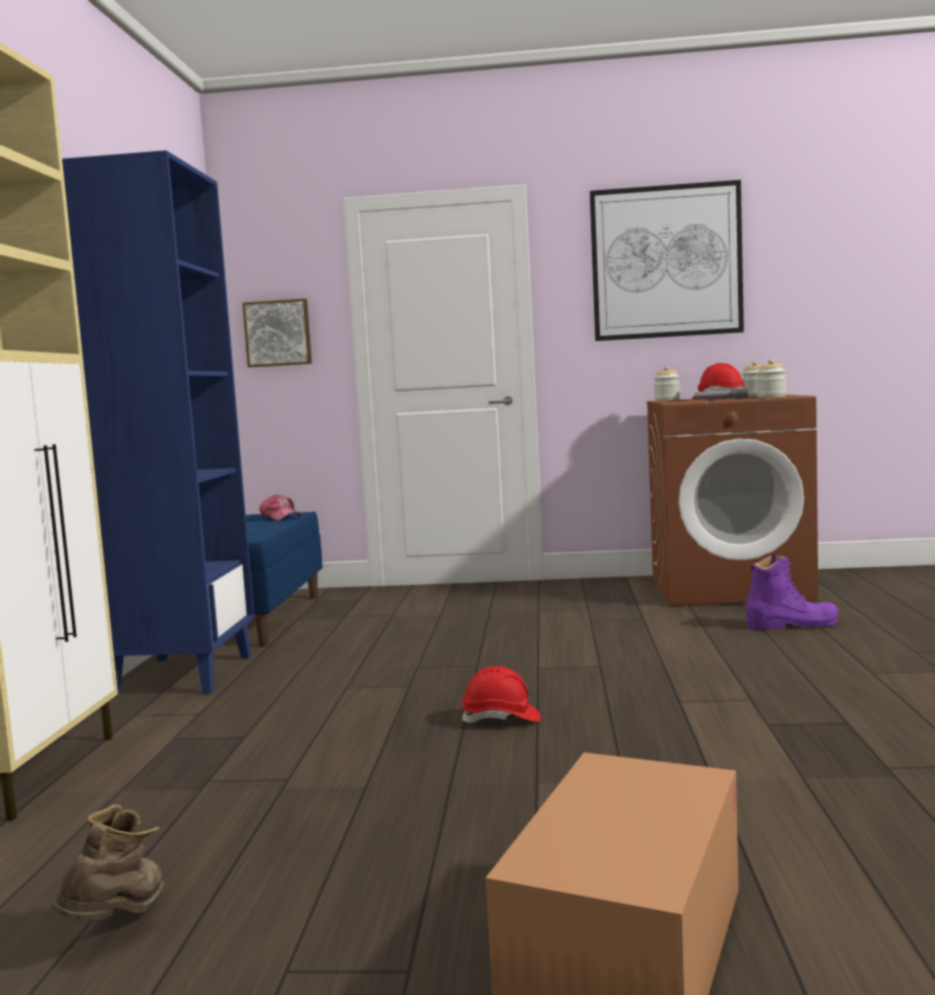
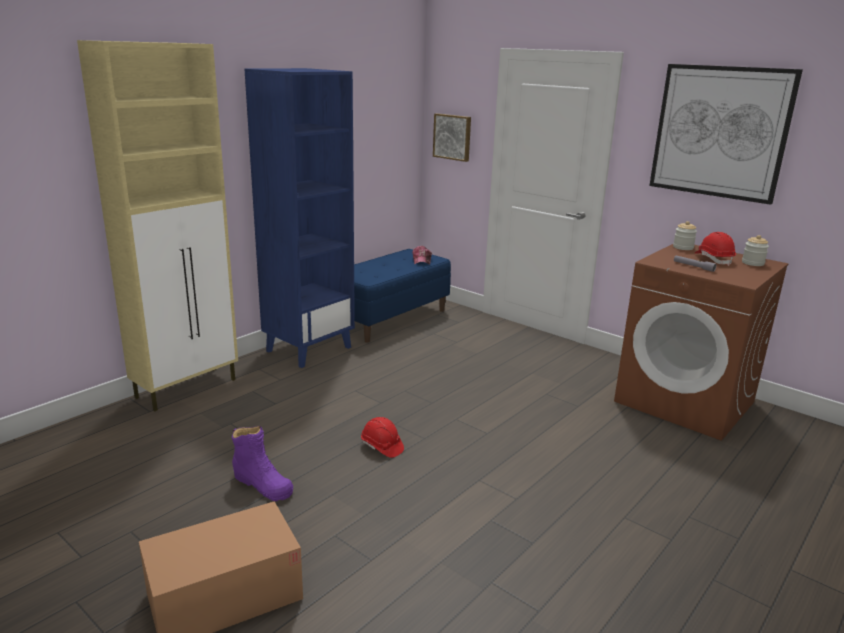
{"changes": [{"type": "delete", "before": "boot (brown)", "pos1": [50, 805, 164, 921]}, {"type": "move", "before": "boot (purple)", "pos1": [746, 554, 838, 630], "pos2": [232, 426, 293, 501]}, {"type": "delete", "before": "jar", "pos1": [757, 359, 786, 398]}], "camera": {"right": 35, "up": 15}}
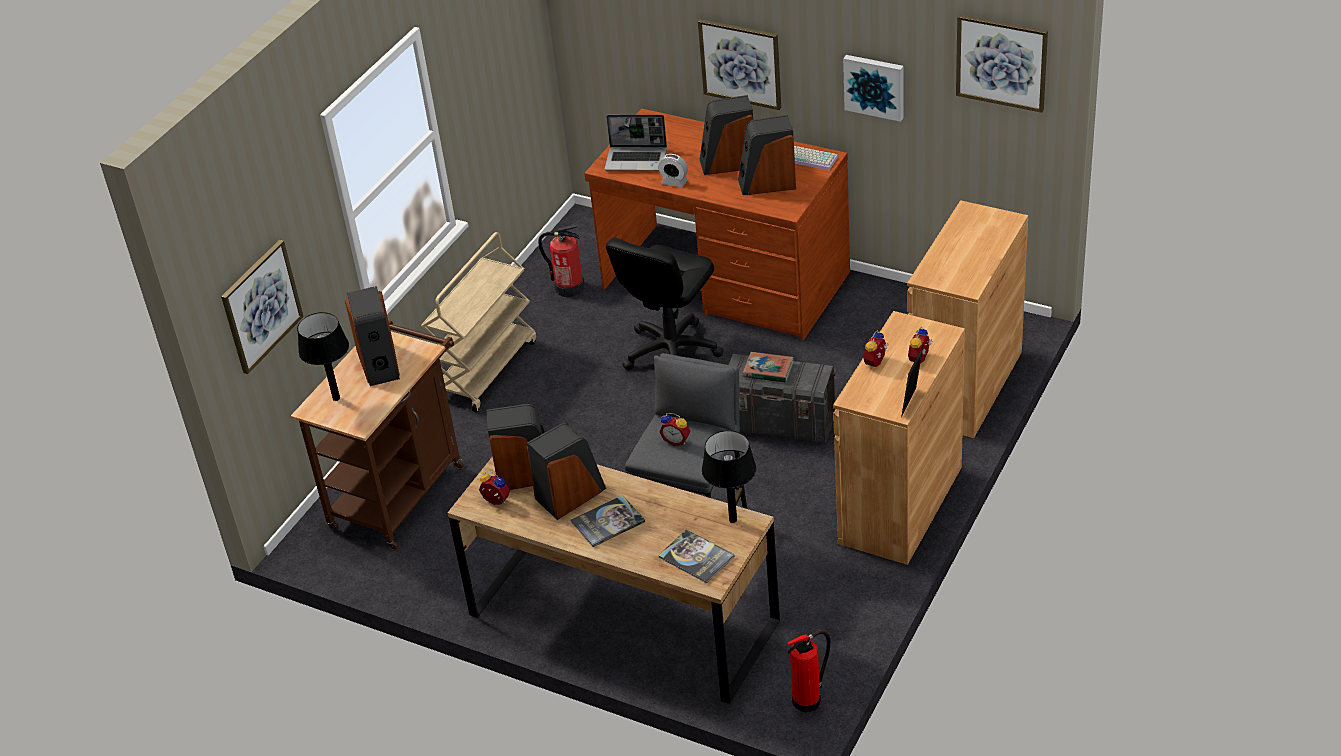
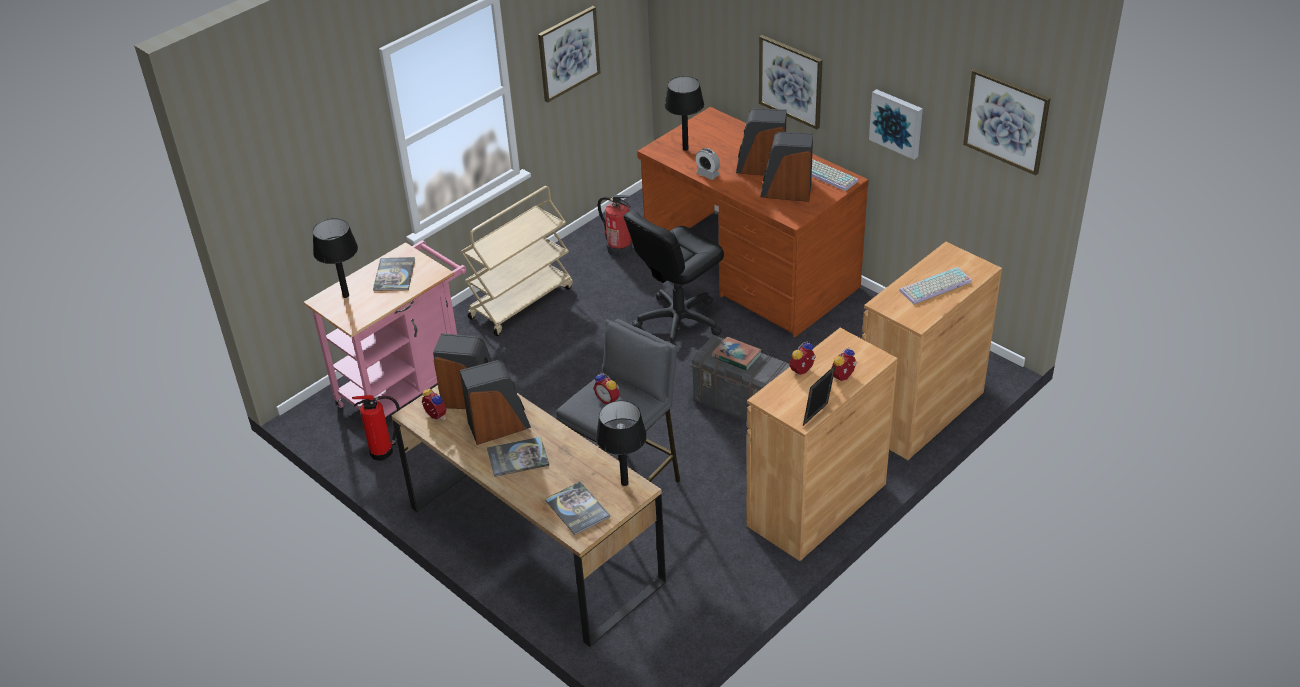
{"changes": [{"type": "move", "before": "picture", "pos1": [221, 240, 304, 374], "pos2": [538, 6, 601, 103]}, {"type": "recolor", "before": "cart (brown)", "after": "cart (pink)", "pos1": [291, 320, 464, 550], "pos2": [304, 240, 466, 417]}, {"type": "replace", "before": "speaker", "after": "book", "pos1": [345, 286, 400, 386], "pos2": [373, 257, 415, 291]}, {"type": "replace", "before": "laptop", "after": "table lamp (black)", "pos1": [604, 115, 667, 171], "pos2": [664, 76, 704, 151]}, {"type": "move", "before": "fire extinguisher", "pos1": [787, 630, 831, 712], "pos2": [352, 395, 400, 461]}, {"type": "insert", "after": "keyboard", "pos2": [899, 267, 972, 305]}], "camera": {"right": 15, "up": 0}}
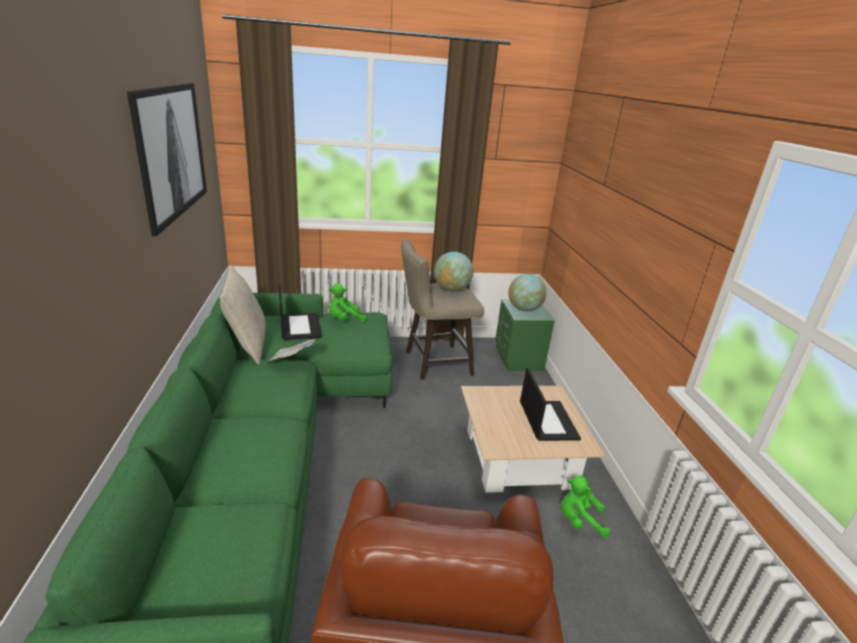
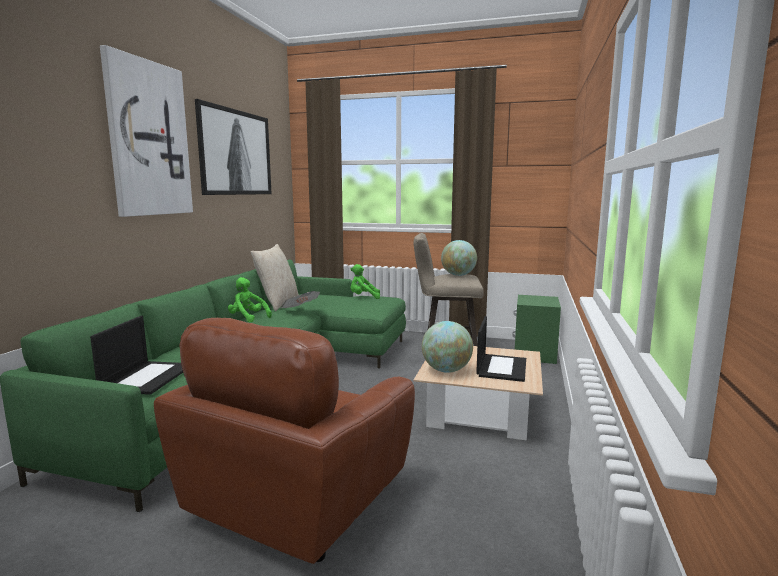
{"changes": [{"type": "move", "before": "laptop", "pos1": [279, 283, 322, 340], "pos2": [90, 316, 183, 395]}, {"type": "move", "before": "globe", "pos1": [508, 274, 546, 311], "pos2": [422, 321, 473, 373]}, {"type": "move", "before": "plush toy (green)", "pos1": [561, 476, 610, 538], "pos2": [228, 277, 272, 322]}, {"type": "insert", "after": "picture", "pos2": [100, 45, 193, 217]}], "camera": {"right": 25, "up": -15}}
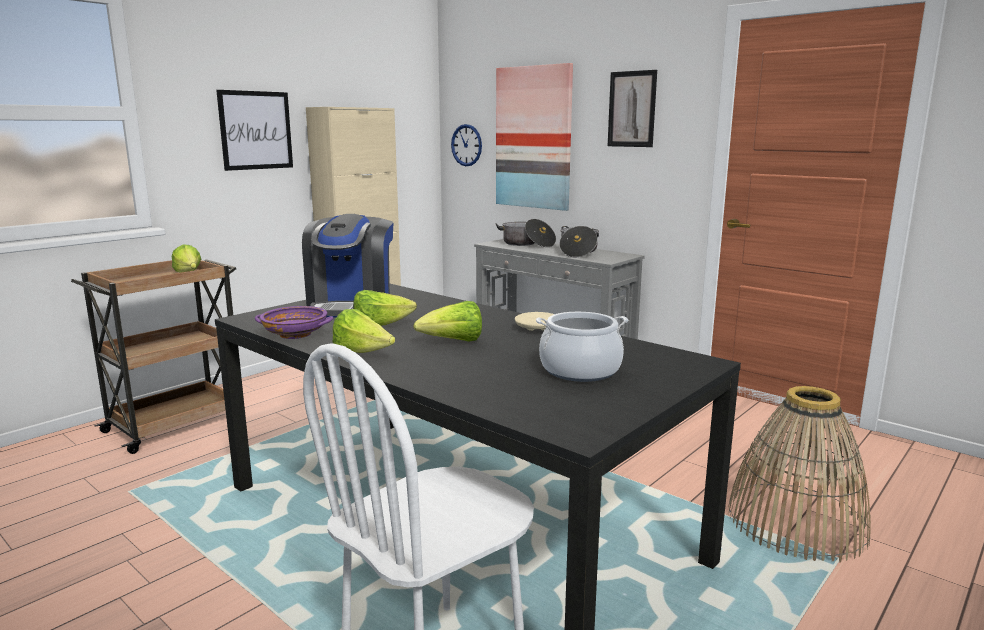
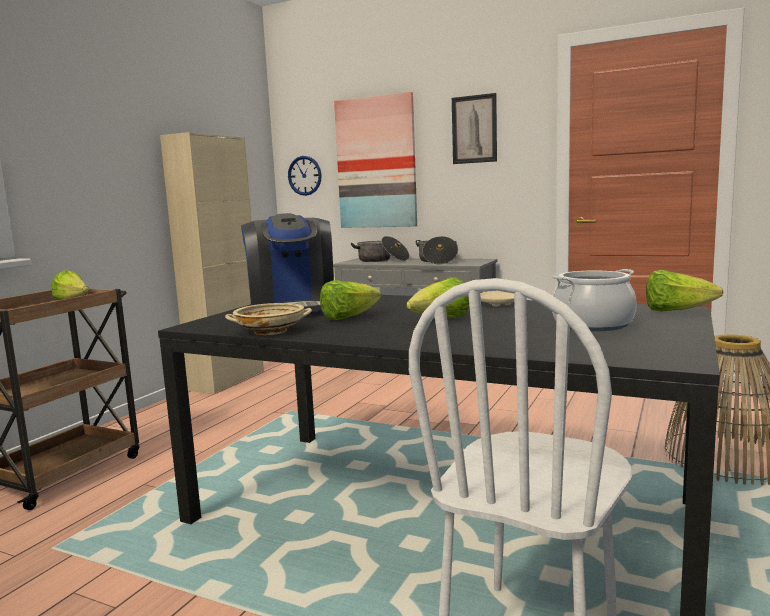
{"changes": [{"type": "delete", "before": "picture", "pos1": [216, 90, 293, 171]}, {"type": "recolor", "before": "bowl (purple)", "after": "bowl (beige)", "pos1": [255, 306, 333, 339], "pos2": [225, 303, 312, 335]}, {"type": "move", "before": "lettuce", "pos1": [332, 309, 395, 353], "pos2": [646, 270, 723, 312]}], "camera": {"right": -15, "up": -5}}
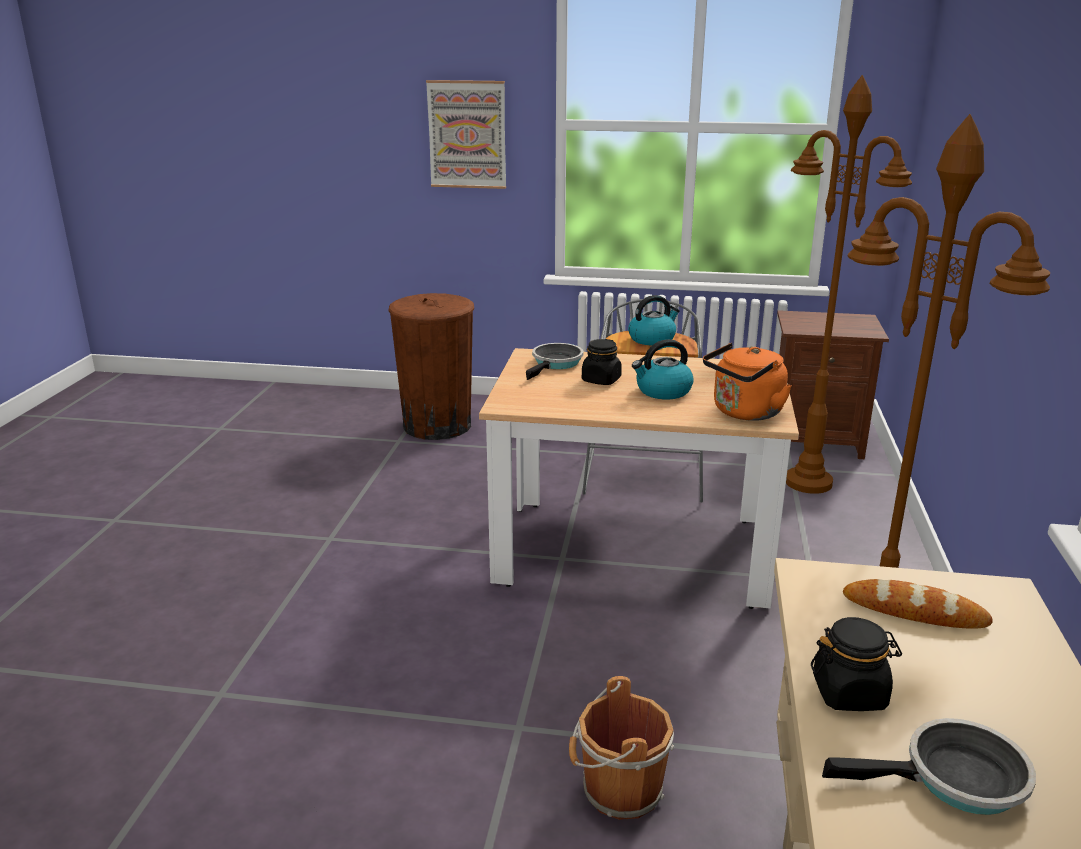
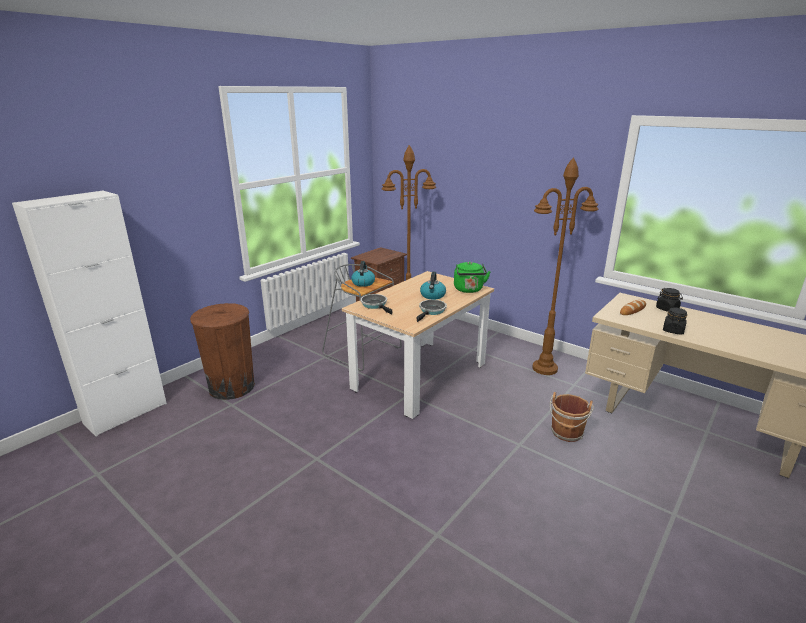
{"changes": [{"type": "delete", "before": "picture", "pos1": [426, 80, 506, 189]}, {"type": "move", "before": "jar (black)", "pos1": [582, 339, 622, 385], "pos2": [656, 288, 683, 312]}, {"type": "recolor", "before": "kettle (orange)", "after": "kettle (green)", "pos1": [703, 343, 792, 421], "pos2": [454, 262, 491, 293]}, {"type": "move", "before": "frying pan", "pos1": [822, 718, 1036, 815], "pos2": [417, 300, 447, 322]}, {"type": "insert", "after": "cabinet (white)", "pos2": [12, 191, 167, 437]}], "camera": {"right": -60, "up": 0}}
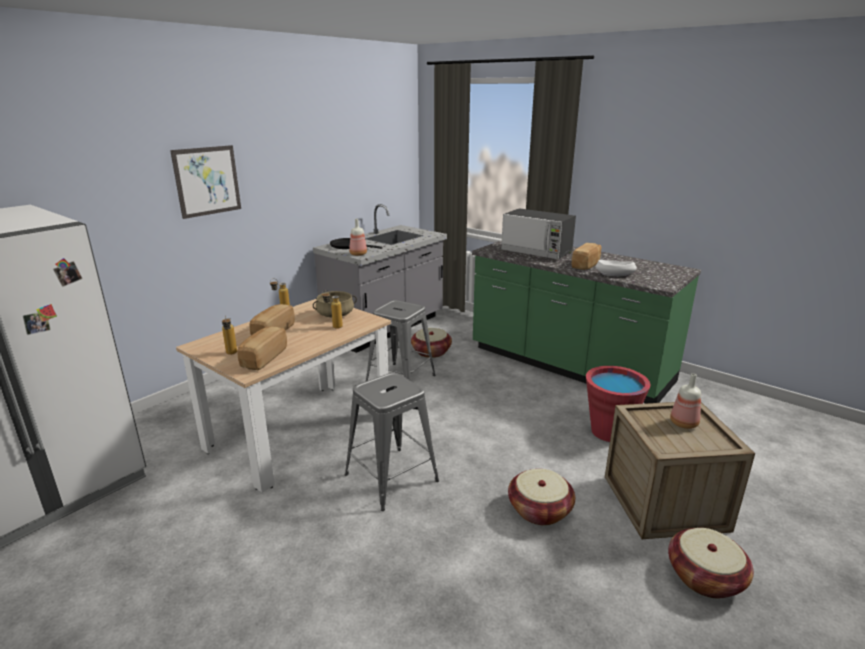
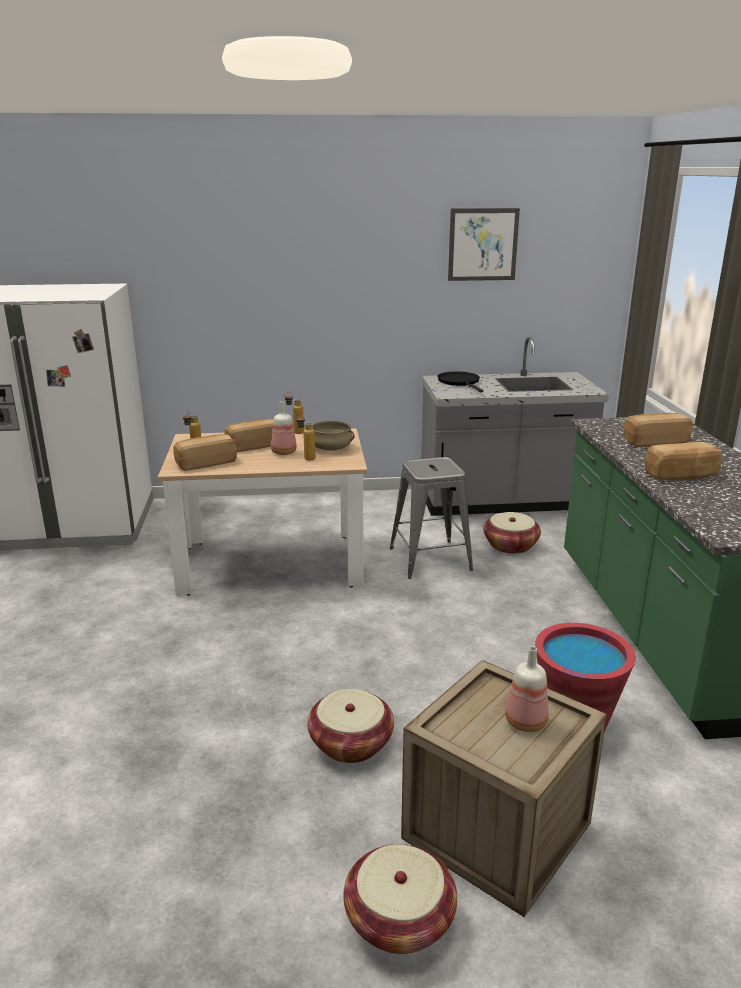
{"changes": [{"type": "move", "before": "picture", "pos1": [170, 145, 241, 219], "pos2": [448, 208, 520, 281]}, {"type": "delete", "before": "stool (grey)", "pos1": [345, 372, 439, 511]}, {"type": "move", "before": "bottle", "pos1": [349, 218, 367, 256], "pos2": [271, 401, 297, 455]}, {"type": "replace", "before": "microwave", "after": "bread", "pos1": [501, 208, 576, 259], "pos2": [623, 413, 693, 447]}, {"type": "delete", "before": "bowl (white)", "pos1": [596, 260, 637, 276]}], "camera": {"right": 45, "up": 0}}
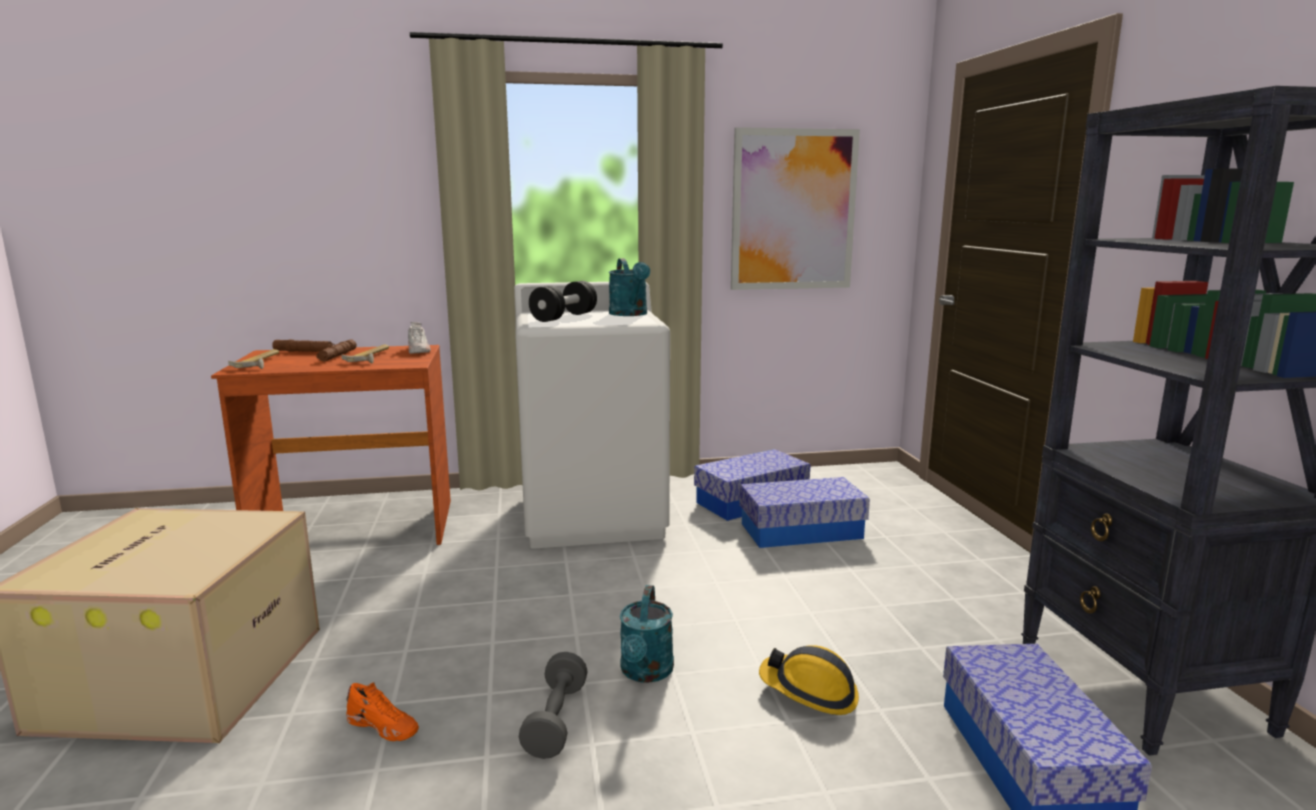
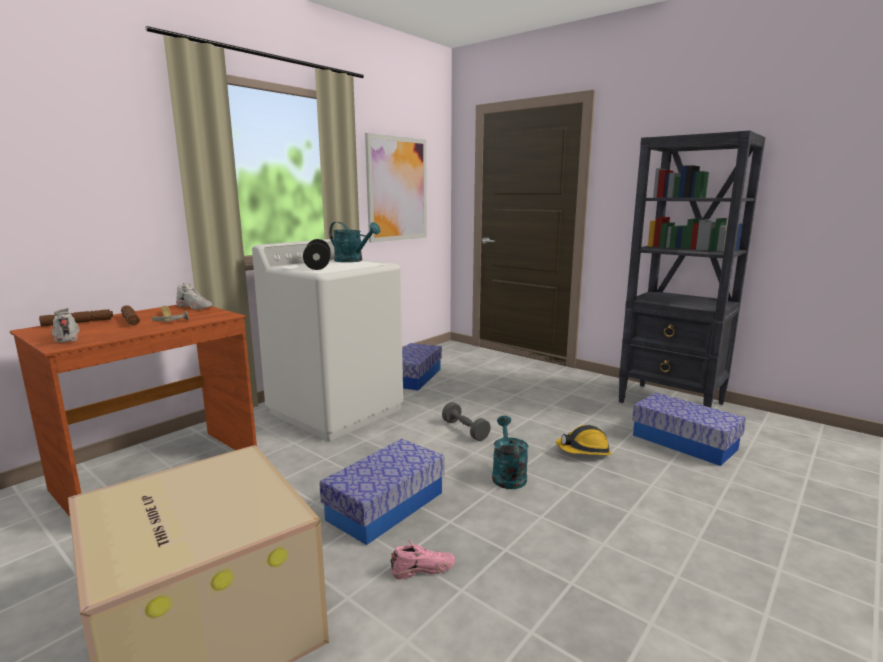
{"changes": [{"type": "replace", "before": "hammer", "after": "shoe (white)", "pos1": [228, 349, 279, 369], "pos2": [52, 308, 80, 343]}, {"type": "recolor", "before": "shoe (orange)", "after": "shoe (pink)", "pos1": [346, 682, 419, 741], "pos2": [391, 541, 455, 579]}, {"type": "move", "before": "dumbbell (grey)", "pos1": [519, 652, 588, 759], "pos2": [442, 402, 491, 441]}, {"type": "rotate", "before": "watering can (turquoise)", "pos1": [620, 585, 674, 683], "pos2": [492, 415, 529, 489], "turn": -150}, {"type": "move", "before": "storage box", "pos1": [739, 477, 870, 548], "pos2": [319, 439, 445, 545]}], "camera": {"right": -40, "up": 0}}
